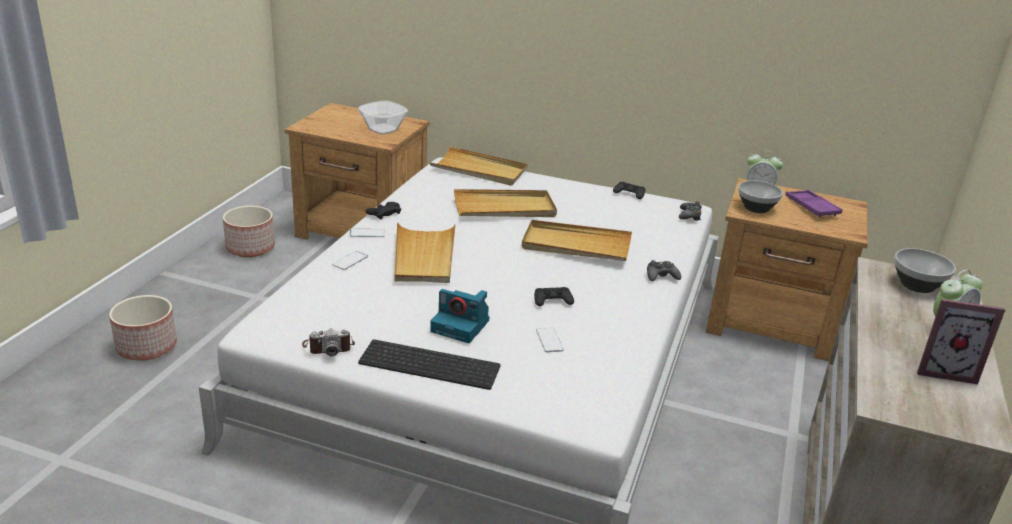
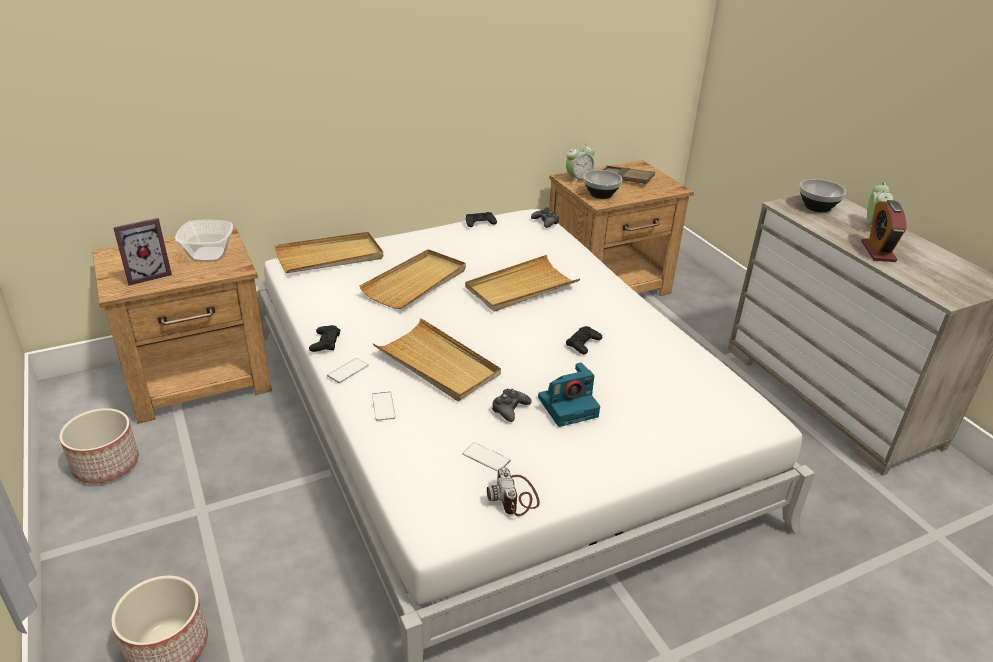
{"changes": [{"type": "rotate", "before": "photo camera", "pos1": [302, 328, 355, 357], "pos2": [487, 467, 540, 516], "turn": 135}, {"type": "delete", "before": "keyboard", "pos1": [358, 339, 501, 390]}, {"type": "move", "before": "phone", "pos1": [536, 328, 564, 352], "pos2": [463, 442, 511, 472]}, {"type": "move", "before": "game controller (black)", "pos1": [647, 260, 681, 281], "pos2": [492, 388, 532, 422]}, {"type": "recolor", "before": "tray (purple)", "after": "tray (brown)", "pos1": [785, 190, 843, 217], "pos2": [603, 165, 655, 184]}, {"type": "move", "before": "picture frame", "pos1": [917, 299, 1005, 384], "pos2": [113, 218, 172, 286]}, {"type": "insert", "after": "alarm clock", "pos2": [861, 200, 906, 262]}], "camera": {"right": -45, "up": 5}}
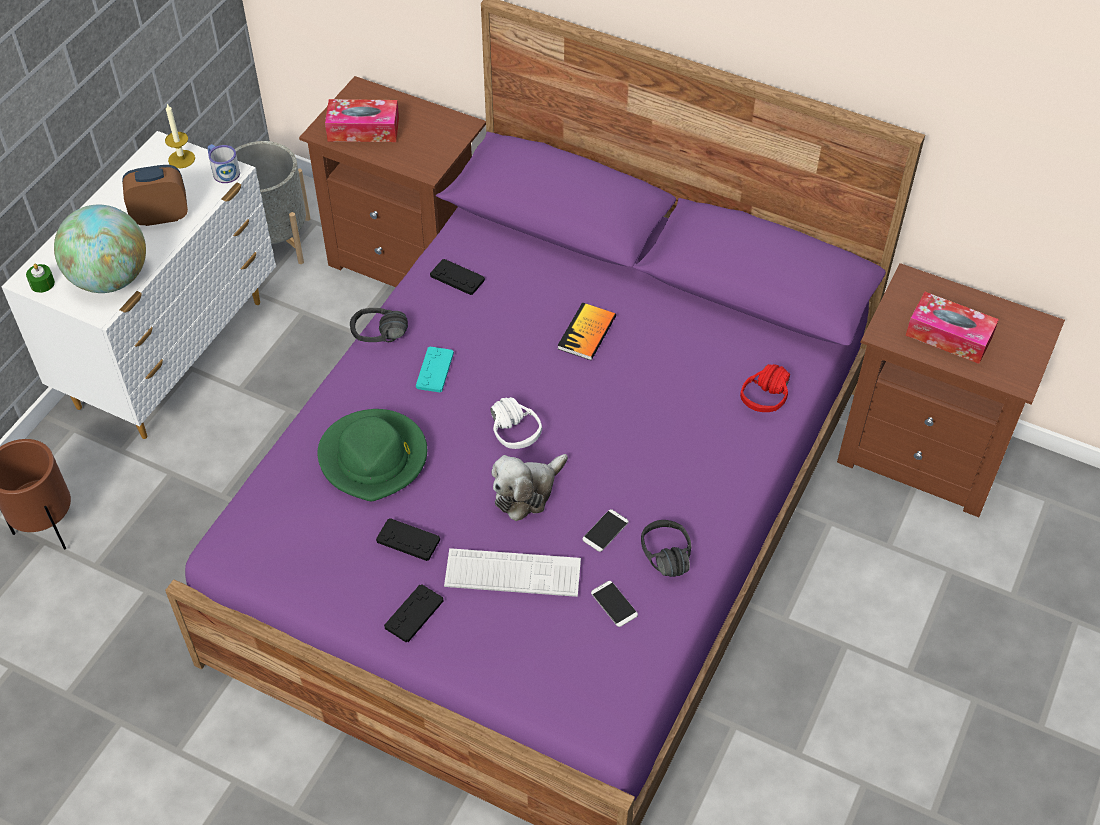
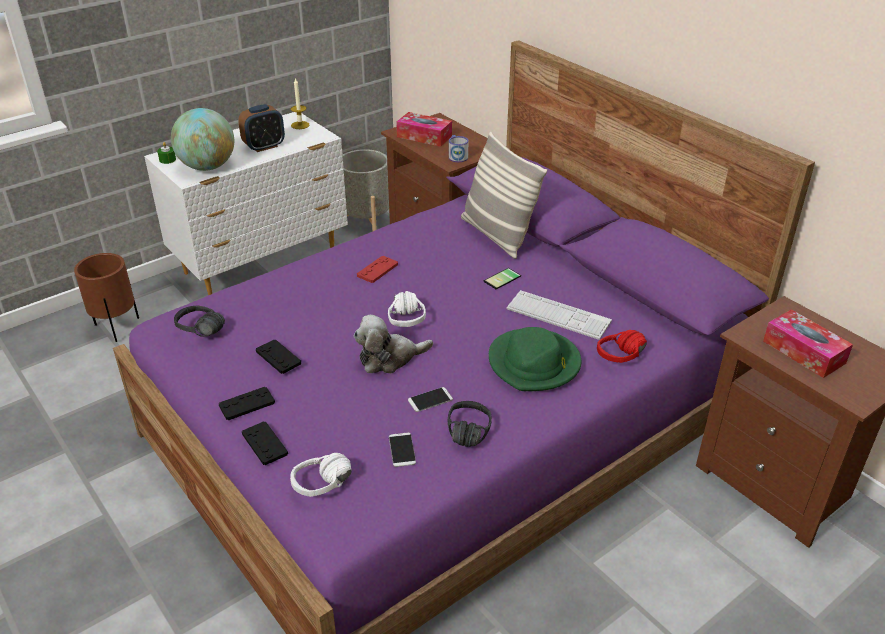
{"changes": [{"type": "rotate", "before": "alarm clock", "pos1": [122, 165, 188, 226], "pos2": [238, 104, 285, 152], "turn": 135}, {"type": "move", "before": "mug", "pos1": [207, 144, 240, 183], "pos2": [449, 135, 469, 162]}, {"type": "move", "before": "hat (green)", "pos1": [317, 409, 427, 501], "pos2": [489, 327, 581, 391]}, {"type": "move", "before": "headphones (black)", "pos1": [350, 308, 408, 342], "pos2": [174, 305, 225, 337]}, {"type": "recolor", "before": "game controller (turquoise)", "after": "game controller (red)", "pos1": [416, 346, 454, 393], "pos2": [357, 256, 398, 283]}, {"type": "move", "before": "game controller (black)", "pos1": [430, 259, 485, 295], "pos2": [242, 421, 288, 465]}, {"type": "move", "before": "keyboard", "pos1": [444, 548, 581, 597], "pos2": [506, 290, 612, 340]}, {"type": "replace", "before": "book", "after": "phone", "pos1": [557, 302, 616, 360], "pos2": [483, 268, 521, 289]}, {"type": "insert", "after": "headphones (white)", "pos2": [290, 453, 352, 497]}, {"type": "insert", "after": "pillow", "pos2": [461, 132, 547, 259]}], "camera": {"right": 25, "up": -15}}
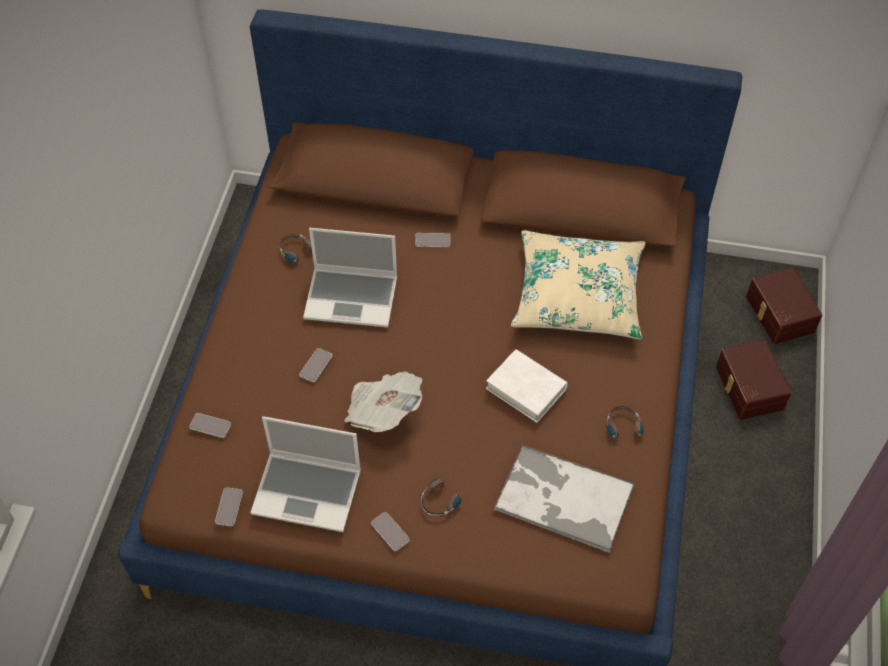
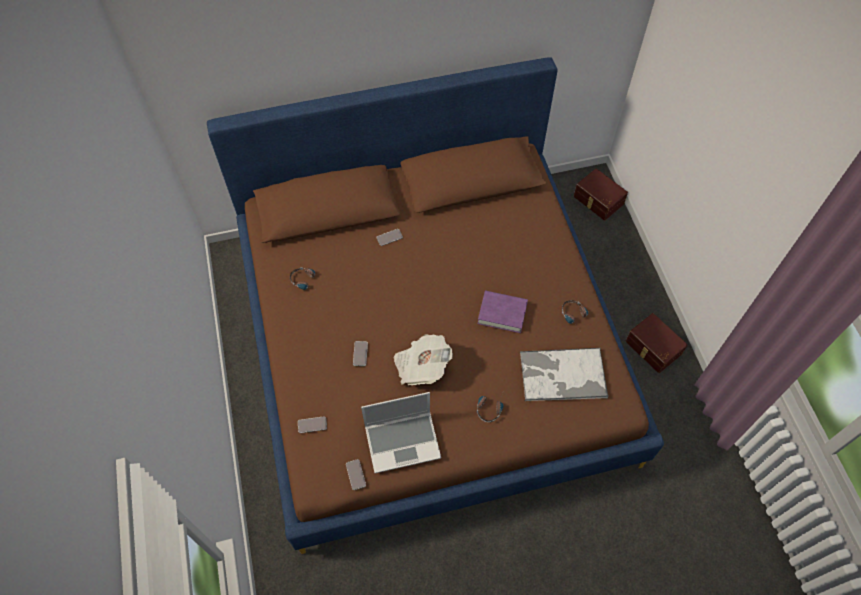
{"changes": [{"type": "delete", "before": "laptop", "pos1": [303, 228, 397, 328]}, {"type": "delete", "before": "phone", "pos1": [371, 512, 410, 551]}, {"type": "recolor", "before": "book (white)", "after": "book (purple)", "pos1": [486, 349, 568, 423], "pos2": [477, 290, 528, 333]}, {"type": "delete", "before": "pillow (beige)", "pos1": [511, 230, 646, 339]}, {"type": "move", "before": "storage box (brown)", "pos1": [716, 340, 791, 420], "pos2": [625, 313, 688, 373]}], "camera": {"right": -25, "up": 5}}
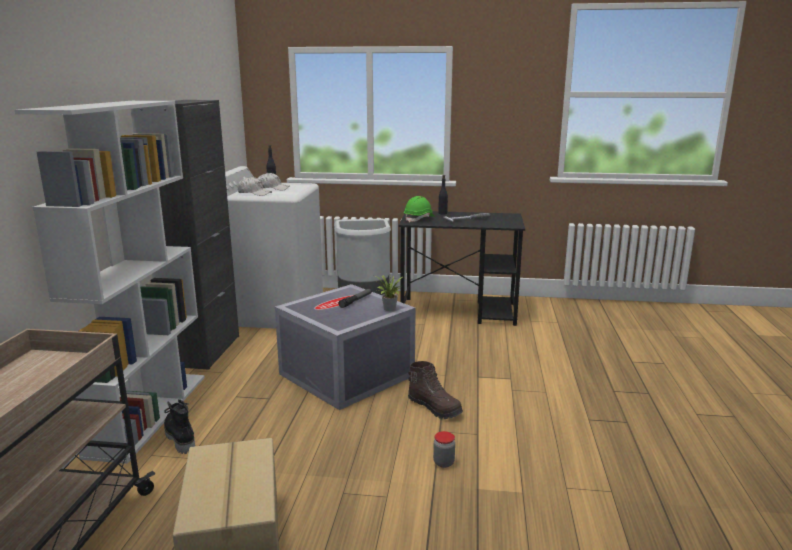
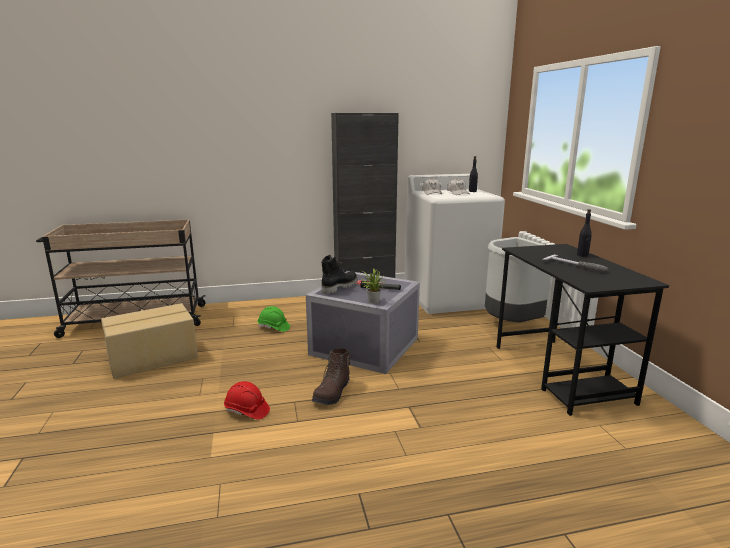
{"changes": [{"type": "delete", "before": "bookcase (white)", "pos1": [15, 101, 205, 464]}, {"type": "move", "before": "boot (black)", "pos1": [164, 399, 195, 454], "pos2": [321, 255, 358, 294]}, {"type": "move", "before": "hard hat (green)", "pos1": [404, 196, 435, 222], "pos2": [258, 306, 290, 332]}, {"type": "replace", "before": "jar", "after": "hard hat (red)", "pos1": [433, 431, 455, 468], "pos2": [224, 381, 270, 420]}], "camera": {"right": 70, "up": 0}}
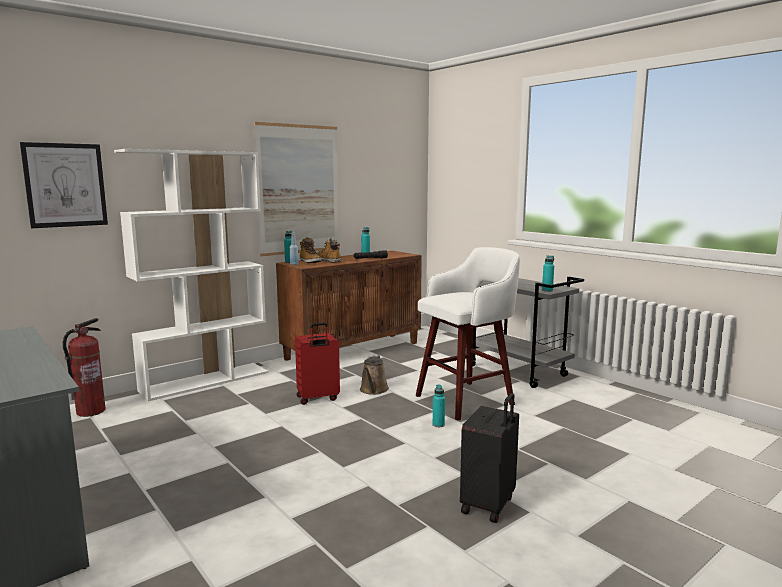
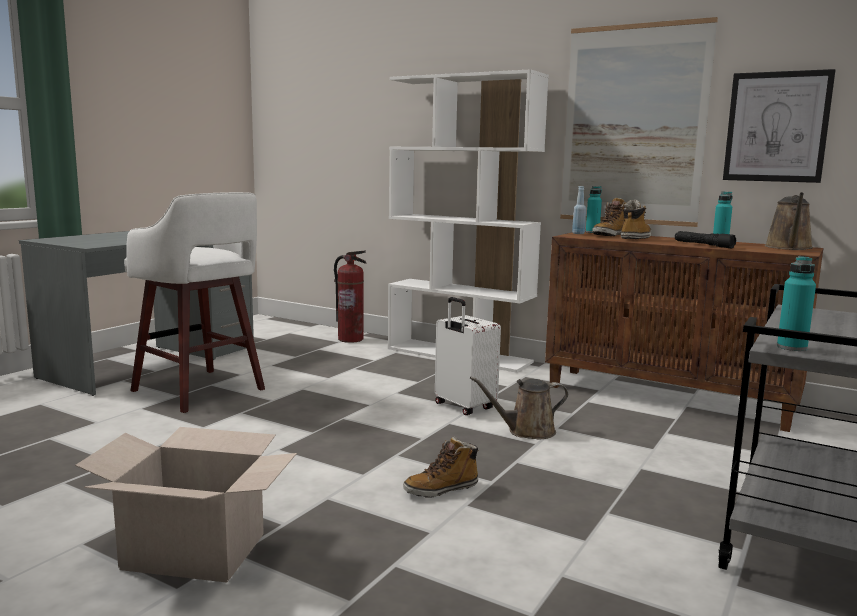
{"changes": [{"type": "move", "before": "picture", "pos1": [20, 142, 108, 228], "pos2": [723, 69, 835, 183]}, {"type": "recolor", "before": "suitcase (red)", "after": "suitcase (white)", "pos1": [295, 323, 340, 405], "pos2": [435, 297, 501, 415]}, {"type": "move", "before": "stool (white)", "pos1": [416, 247, 520, 421], "pos2": [124, 192, 265, 413]}, {"type": "replace", "before": "bottle (turquoise)", "after": "boot", "pos1": [433, 385, 445, 427], "pos2": [403, 436, 479, 498]}, {"type": "replace", "before": "suitcase (black)", "after": "cardboard box", "pos1": [460, 393, 519, 523], "pos2": [75, 427, 297, 583]}, {"type": "insert", "after": "watering can (brown)", "pos2": [765, 192, 813, 250]}], "camera": {"right": 70, "up": 0}}
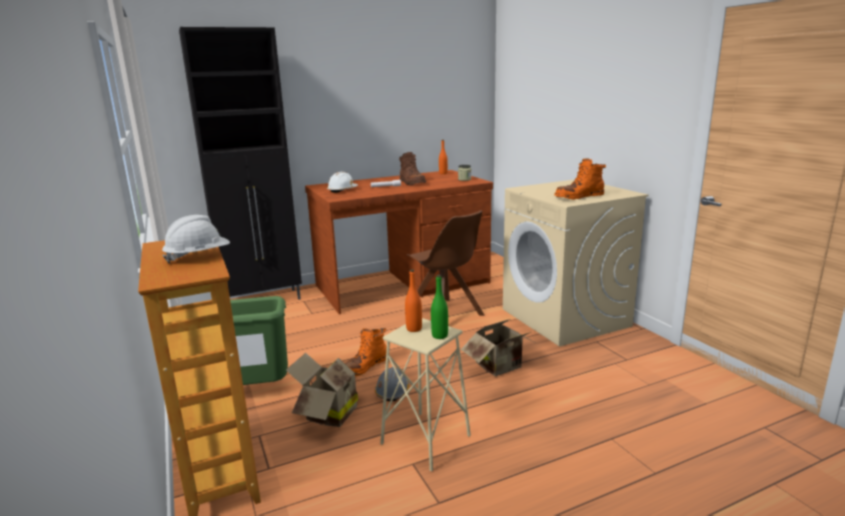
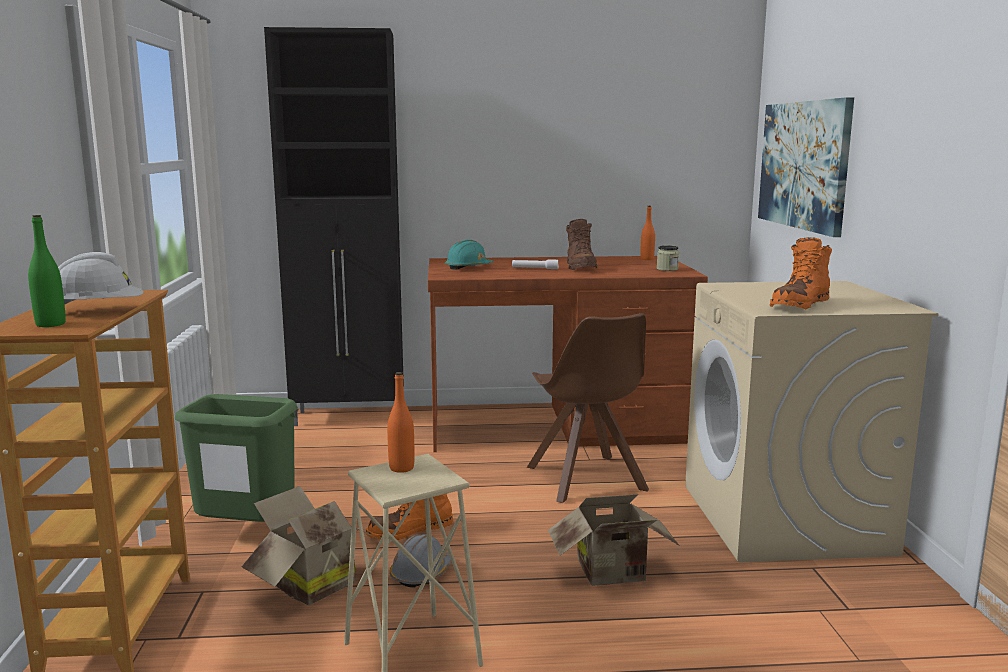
{"changes": [{"type": "recolor", "before": "hard hat (white)", "after": "hard hat (turquoise)", "pos1": [327, 172, 358, 193], "pos2": [445, 239, 493, 270]}, {"type": "move", "before": "bottle (green)", "pos1": [431, 275, 448, 339], "pos2": [28, 215, 66, 327]}, {"type": "rotate", "before": "boot (orange)", "pos1": [554, 158, 606, 200], "pos2": [770, 237, 832, 309], "turn": -45}, {"type": "insert", "after": "picture", "pos2": [758, 97, 854, 237]}], "camera": {"right": 20, "up": -5}}
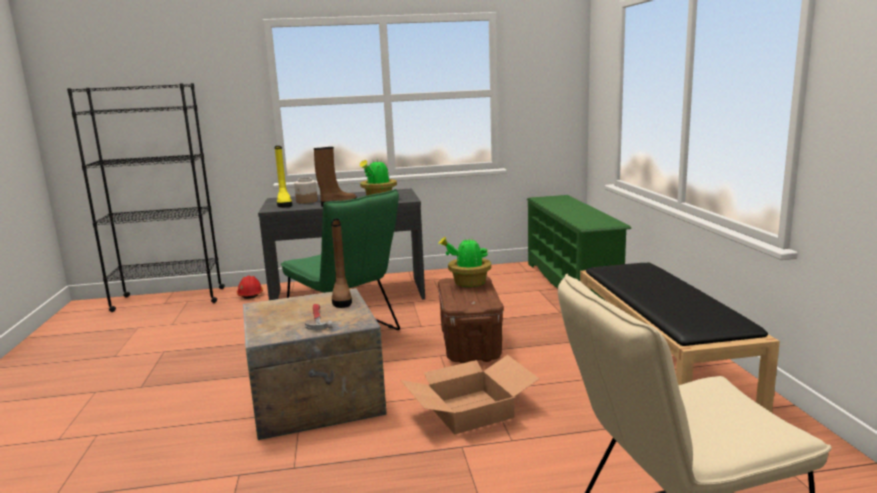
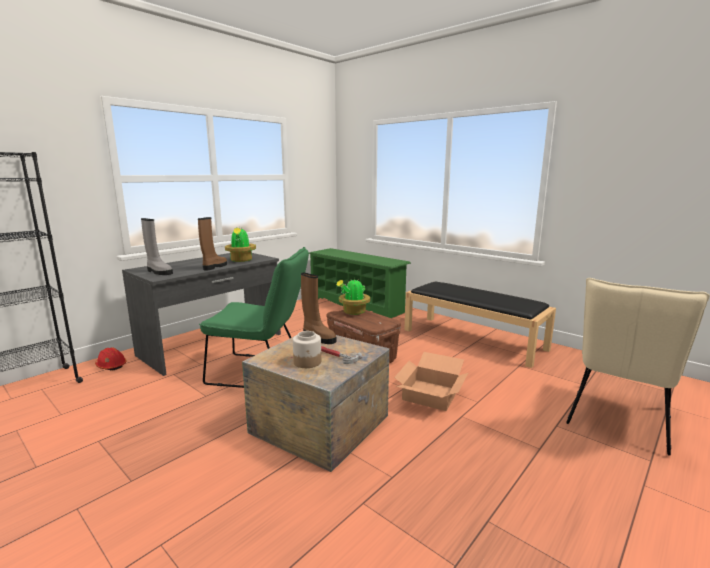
{"changes": [{"type": "recolor", "before": "boot (yellow)", "after": "boot (grey)", "pos1": [274, 146, 292, 208], "pos2": [141, 218, 173, 275]}, {"type": "move", "before": "jar", "pos1": [294, 177, 318, 204], "pos2": [293, 331, 321, 368]}], "camera": {"right": -40, "up": 0}}
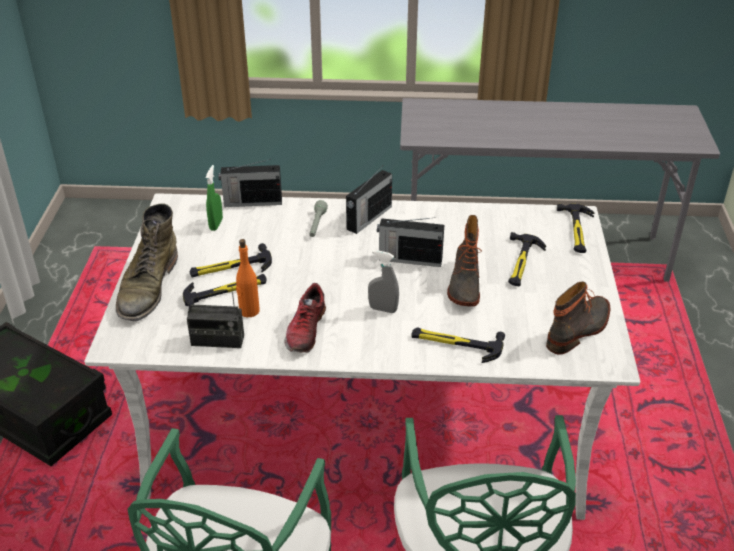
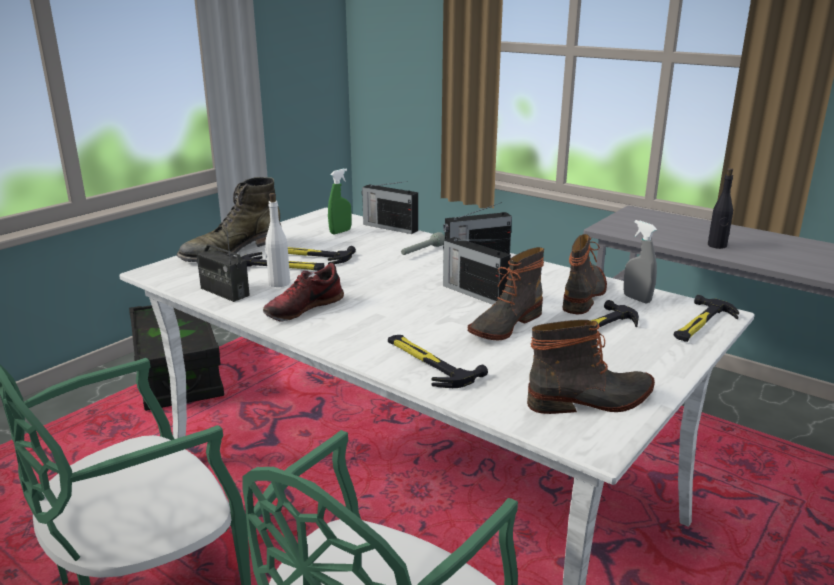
{"changes": [{"type": "recolor", "before": "bottle (orange)", "after": "bottle (white)", "pos1": [236, 239, 260, 317], "pos2": [265, 193, 290, 287]}, {"type": "move", "before": "spray bottle (grey)", "pos1": [368, 250, 399, 313], "pos2": [623, 220, 657, 304]}, {"type": "insert", "after": "boot", "pos2": [563, 234, 607, 314]}, {"type": "insert", "after": "bottle (black)", "pos2": [708, 168, 733, 249]}], "camera": {"right": 35, "up": -15}}
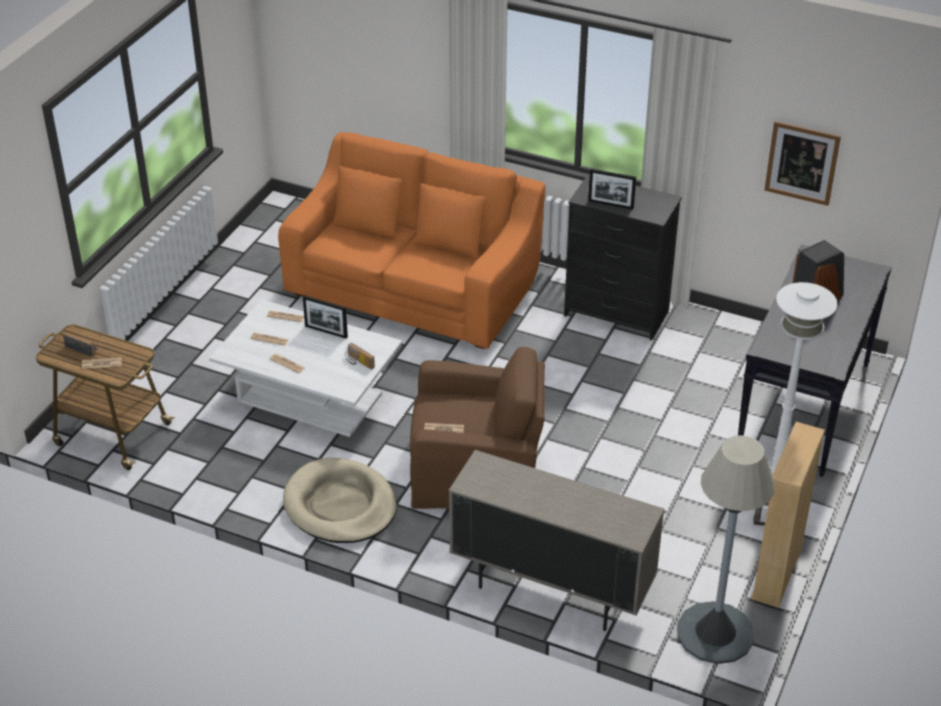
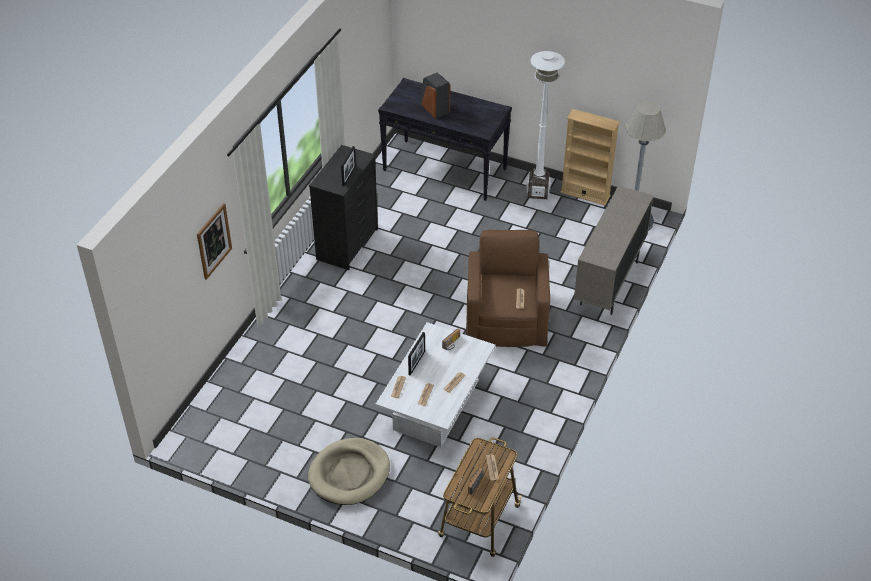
{"changes": [{"type": "delete", "before": "sofa (orange)", "pos1": [278, 132, 546, 349]}, {"type": "move", "before": "dog bed (beige)", "pos1": [283, 458, 397, 543], "pos2": [308, 438, 390, 505]}, {"type": "move", "before": "picture", "pos1": [764, 121, 841, 206], "pos2": [197, 203, 232, 280]}], "camera": {"right": -90, "up": 5}}
